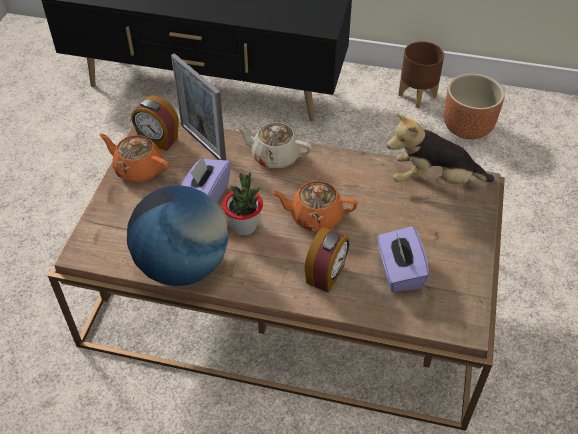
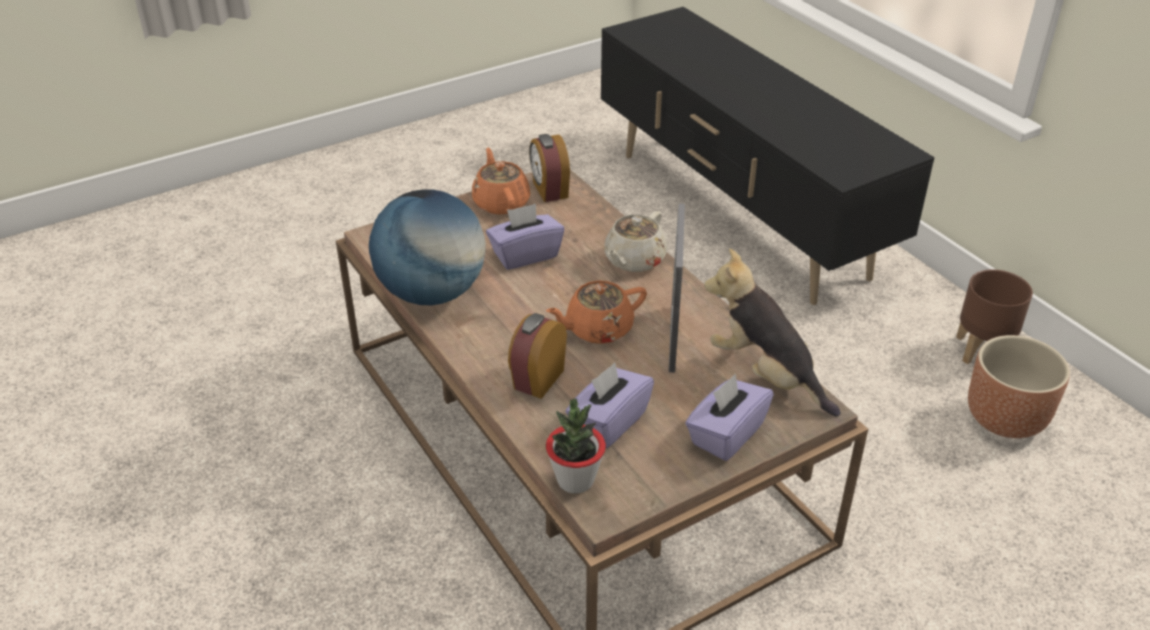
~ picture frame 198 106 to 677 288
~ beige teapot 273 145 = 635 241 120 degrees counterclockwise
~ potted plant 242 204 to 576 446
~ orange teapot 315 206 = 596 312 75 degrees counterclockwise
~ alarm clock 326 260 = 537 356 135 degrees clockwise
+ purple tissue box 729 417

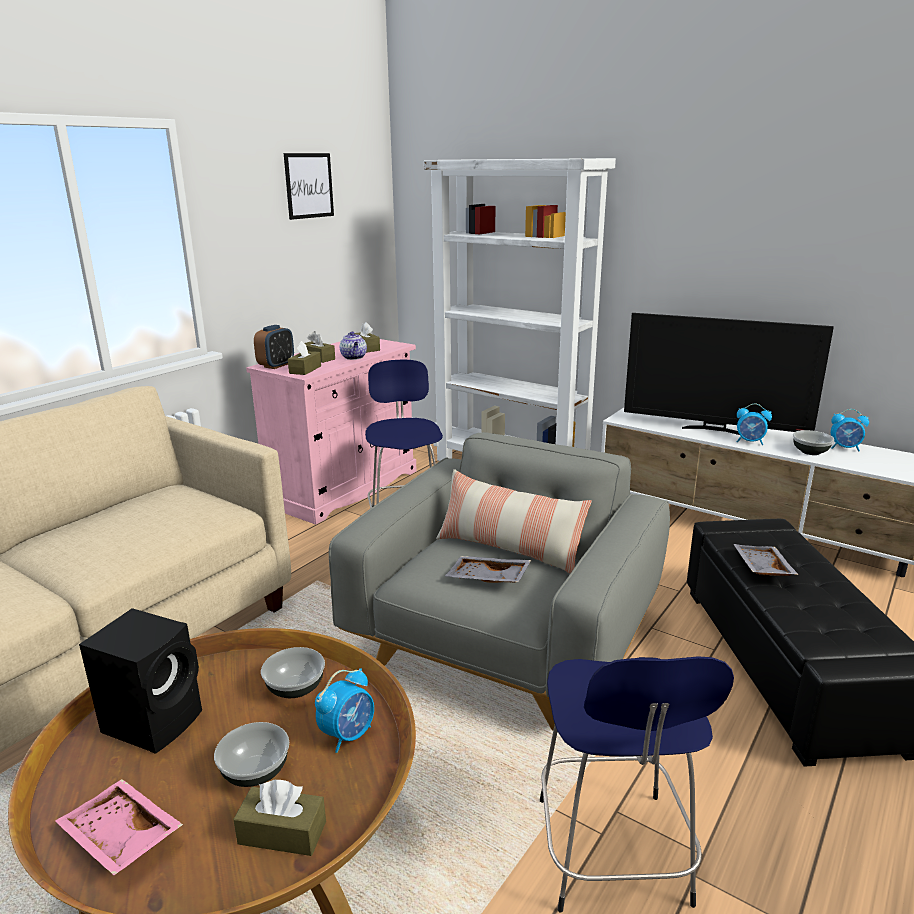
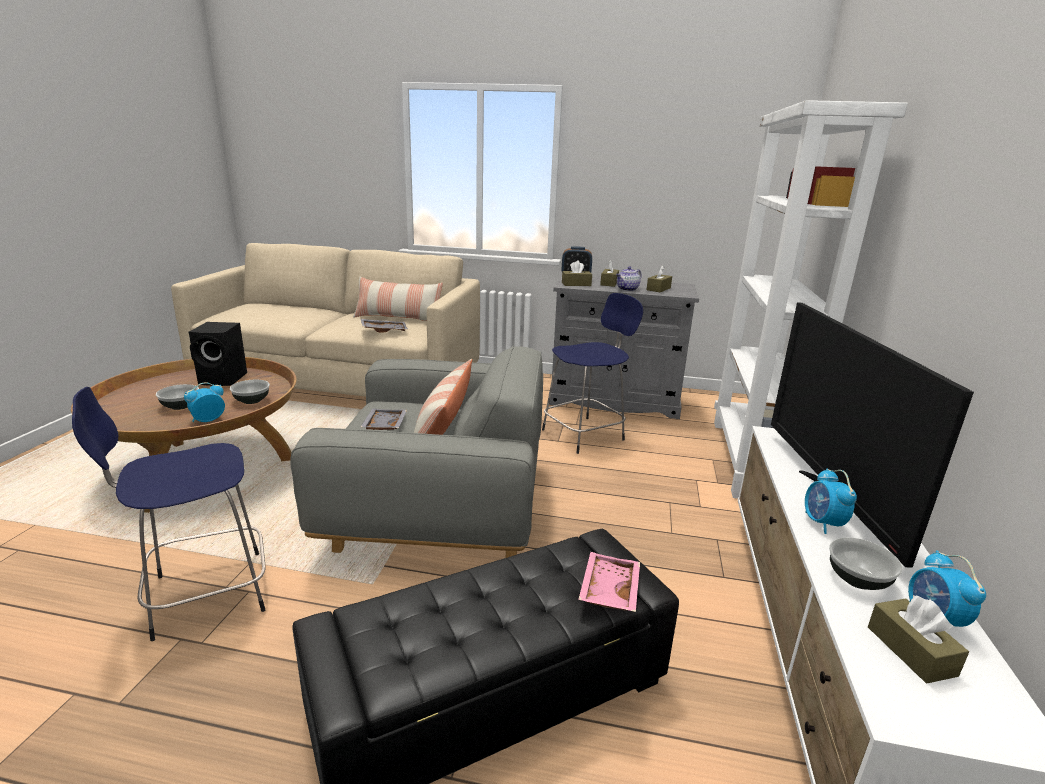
- picture 309 186
~ pink cabinet 331 431 to grey cabinet 624 348
~ grey tray 766 560 to 384 325
~ alarm clock 344 710 = 204 402 120 degrees clockwise
~ pink tray 119 827 to 609 582
~ brown tissue box 279 818 to 918 639
+ pillow 398 298

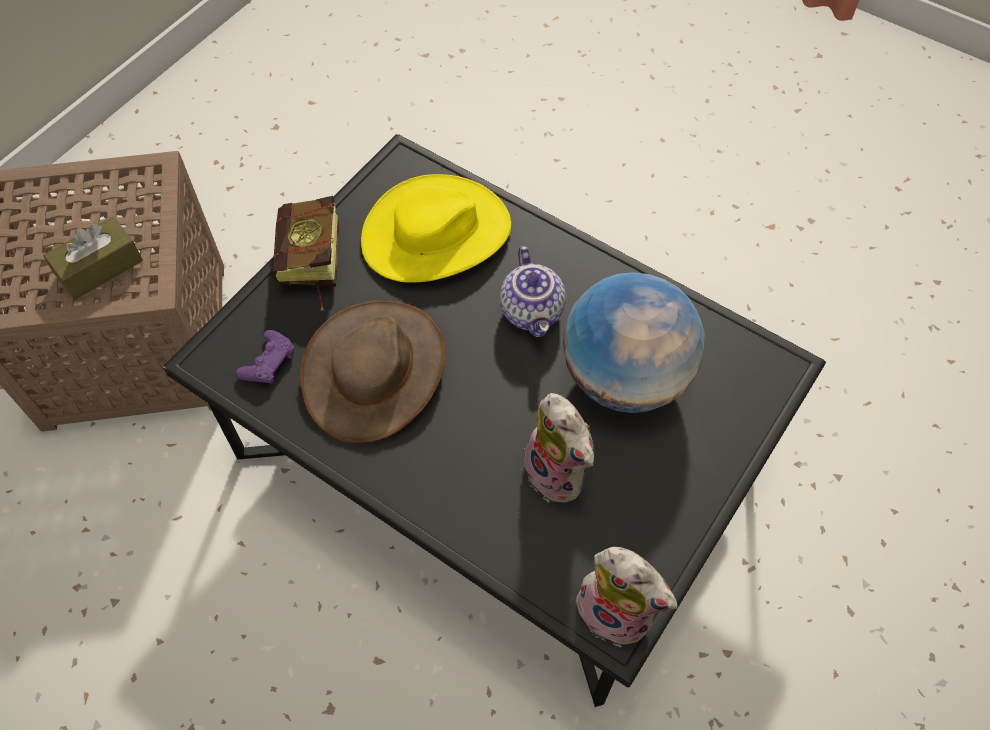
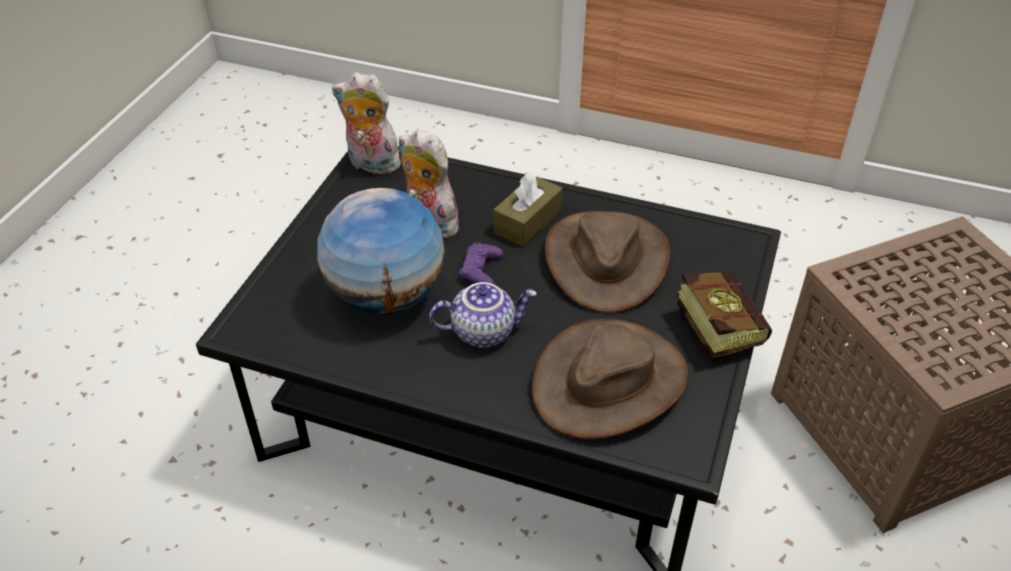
~ yellow hat 436 228 to brown hat 610 379
~ brown tissue box 93 258 to 528 209
~ teapot 533 291 = 483 315 105 degrees clockwise
~ purple game controller 265 357 to 481 263

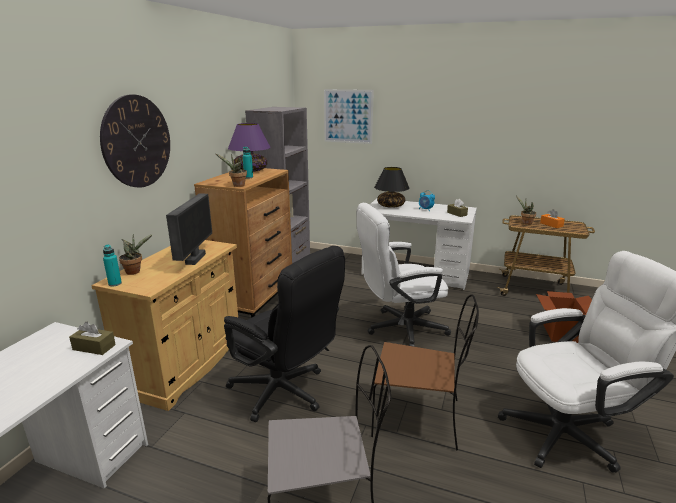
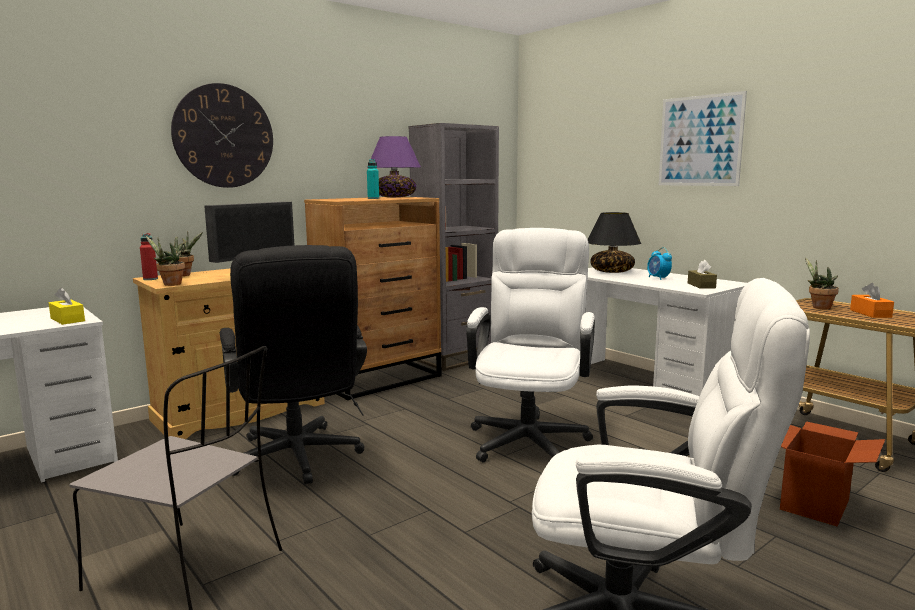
~ picture 349 116 to 703 138
~ potted plant 231 170 to 165 261
~ white office chair 403 275 = 530 345 90 degrees clockwise
~ turquoise bottle 112 265 to red bottle 149 256
- brown chair 425 372
~ brown tissue box 92 338 to yellow tissue box 67 306

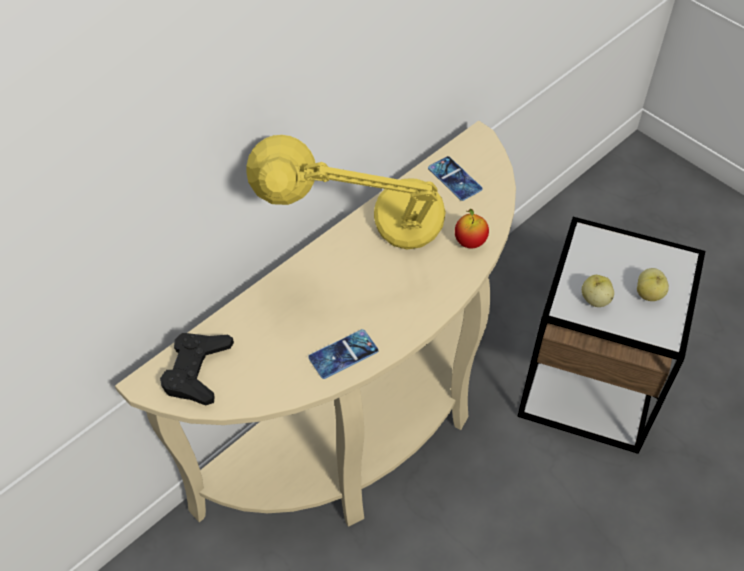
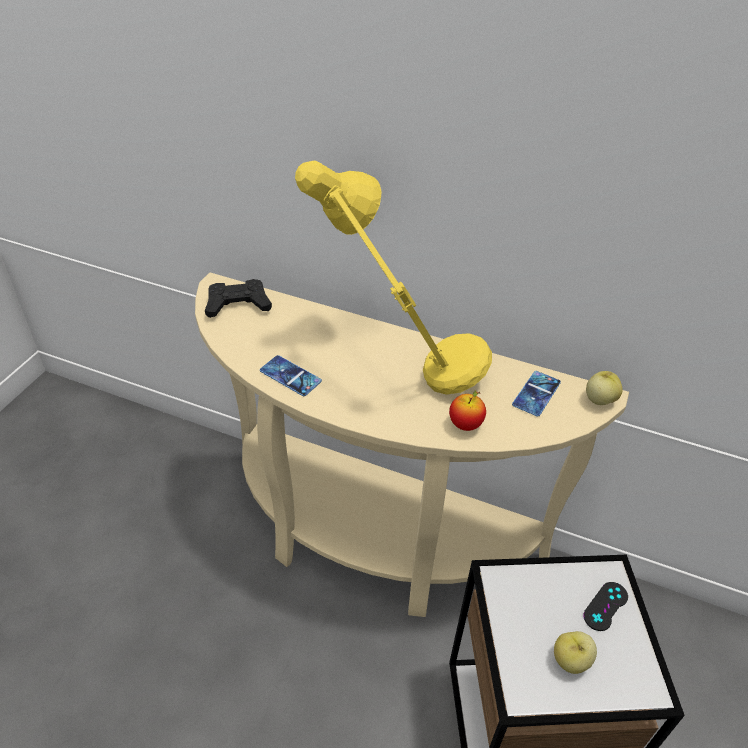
~ apple 598 291 to 604 388
+ black game controller 605 606

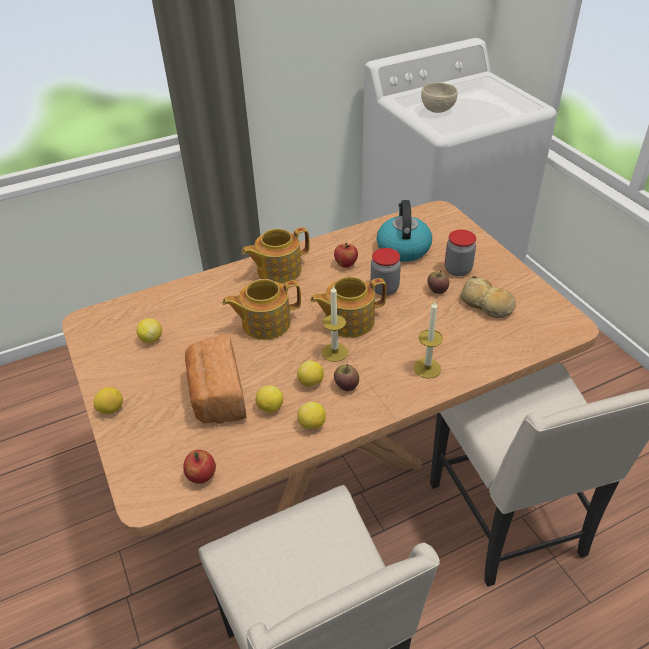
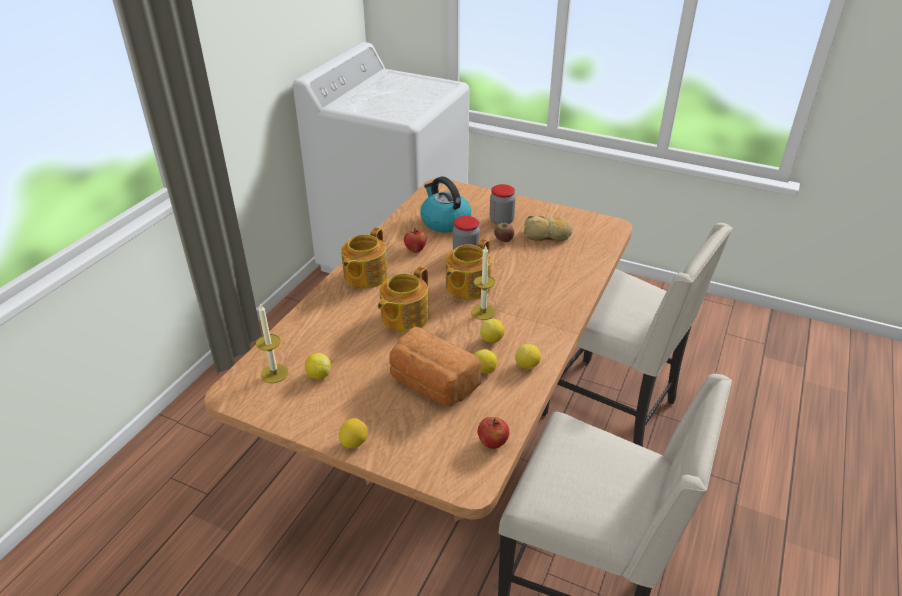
- beige bowl 439 97
~ candle 428 340 to 272 343
- apple 346 377

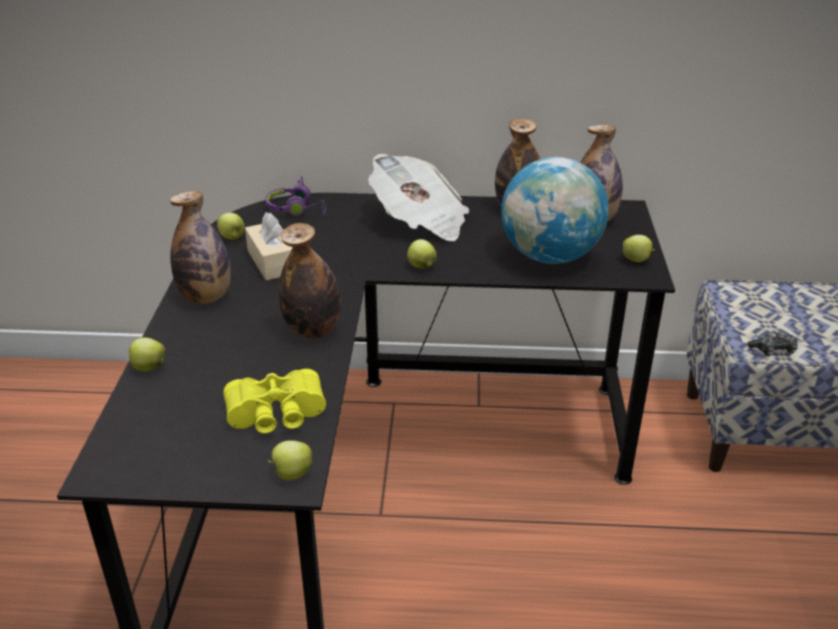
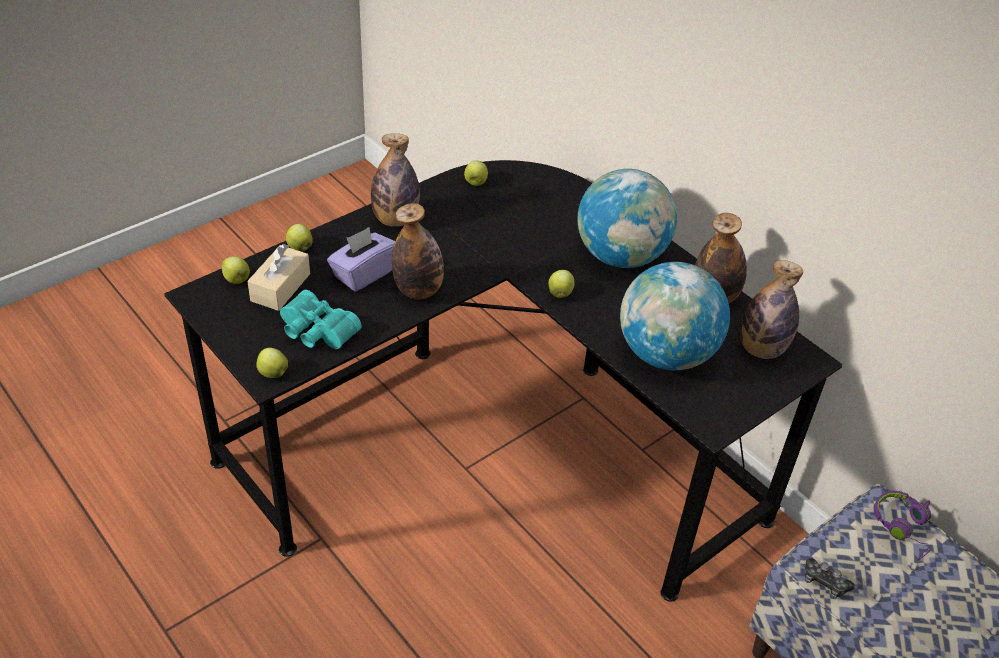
~ newspaper 418 197 to globe 627 218
~ purple headphones 295 196 to 903 525
~ beige tissue box 268 246 to 278 277
~ apple 639 248 to 236 270
~ yellow binoculars 274 401 to turquoise binoculars 321 319
+ purple tissue box 361 259

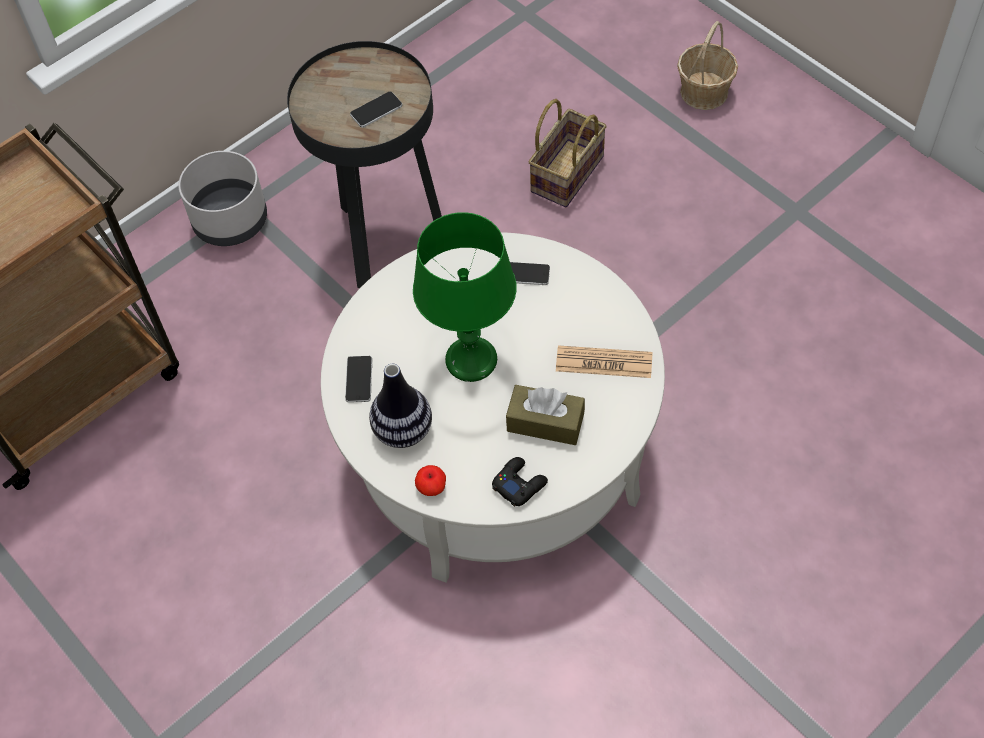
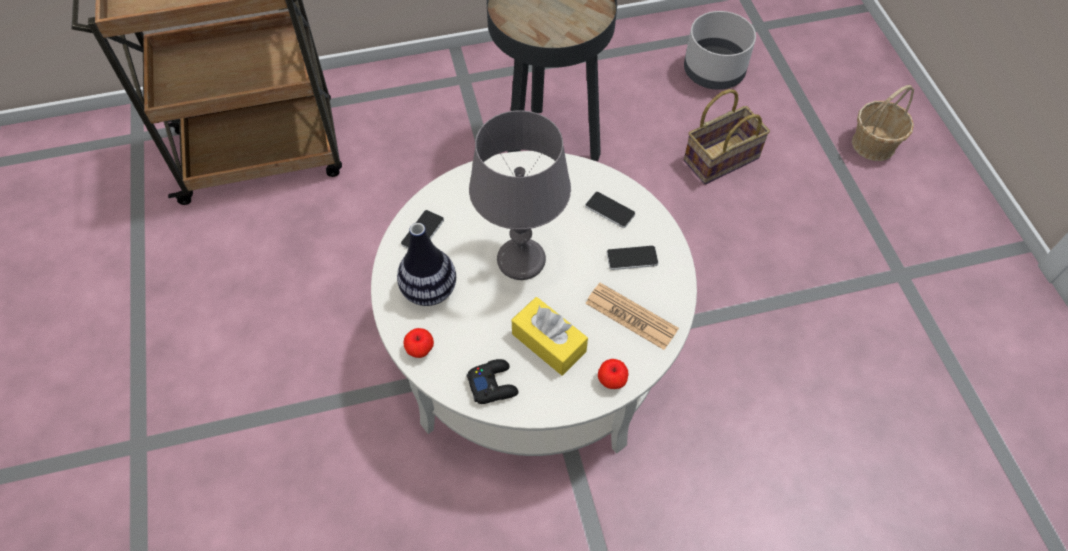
~ phone 376 110 to 632 258
~ grey planter 222 198 to 720 50
~ green table lamp 465 297 to grey table lamp 520 195
~ brown tissue box 545 415 to yellow tissue box 550 336
+ apple 613 374

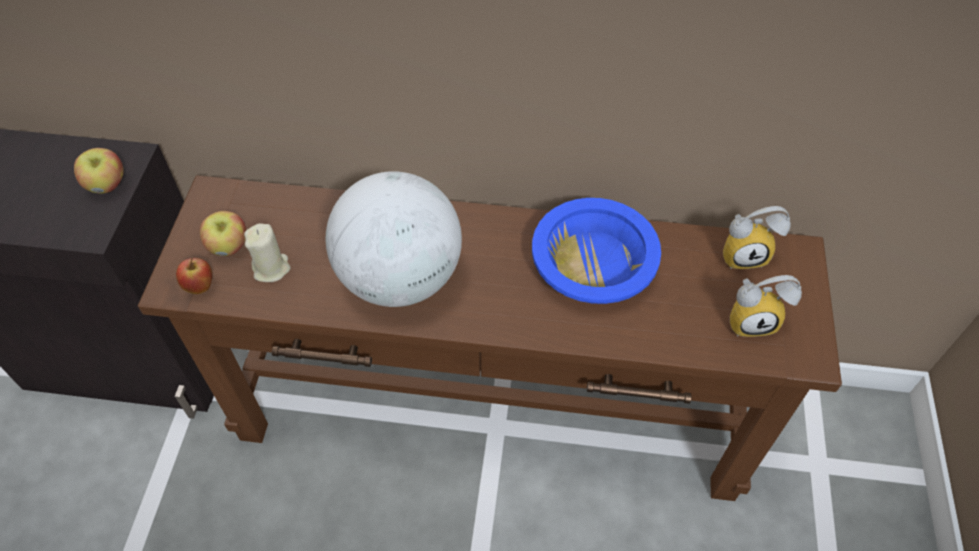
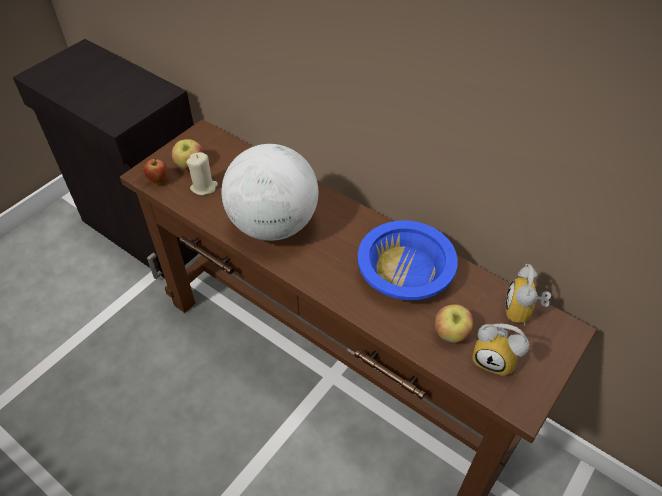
~ apple 99 171 to 454 323
~ alarm clock 757 237 = 528 295 75 degrees clockwise

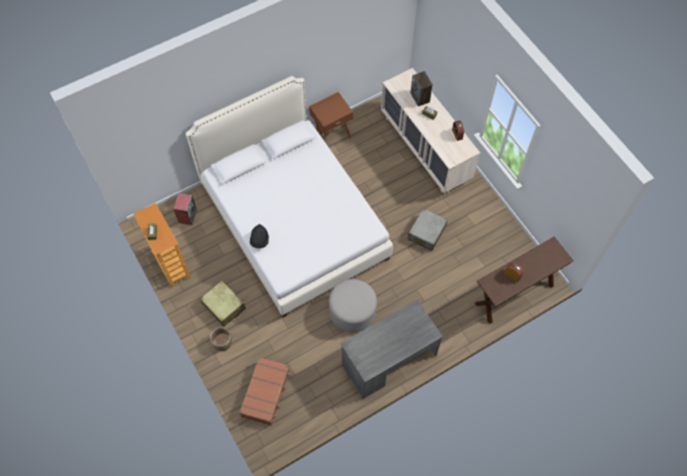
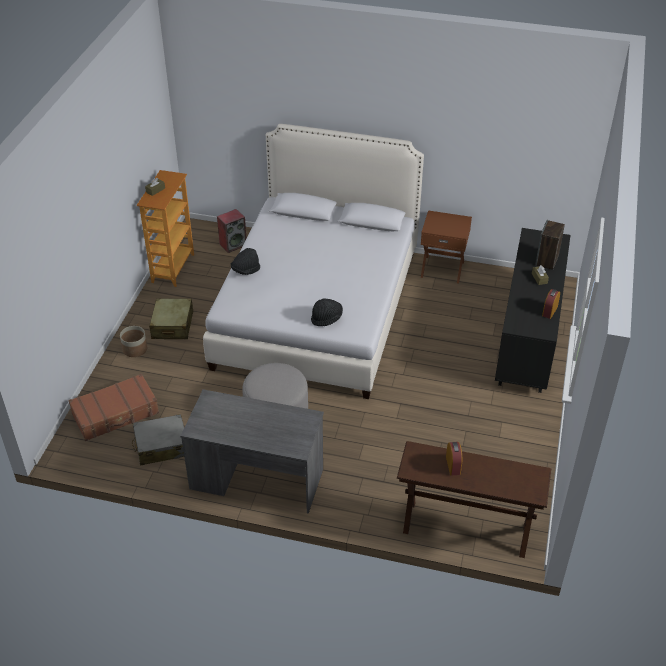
~ beige dresser 430 130 to black dresser 532 310
~ grey suitcase 428 229 to 158 439
+ black hat 327 312

